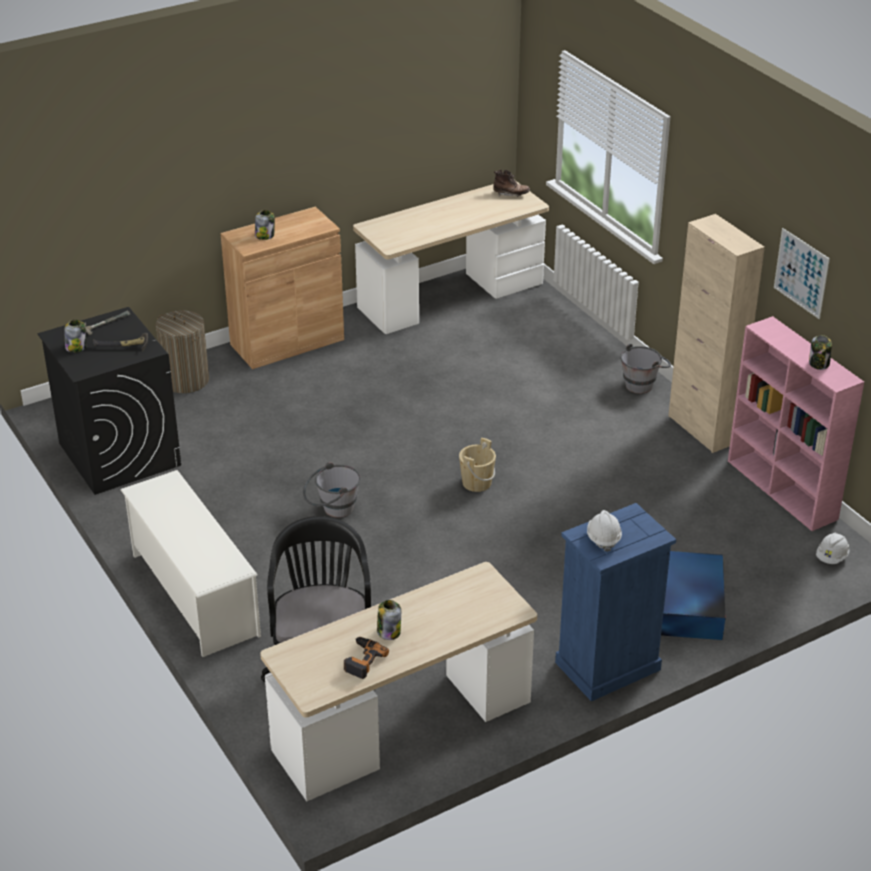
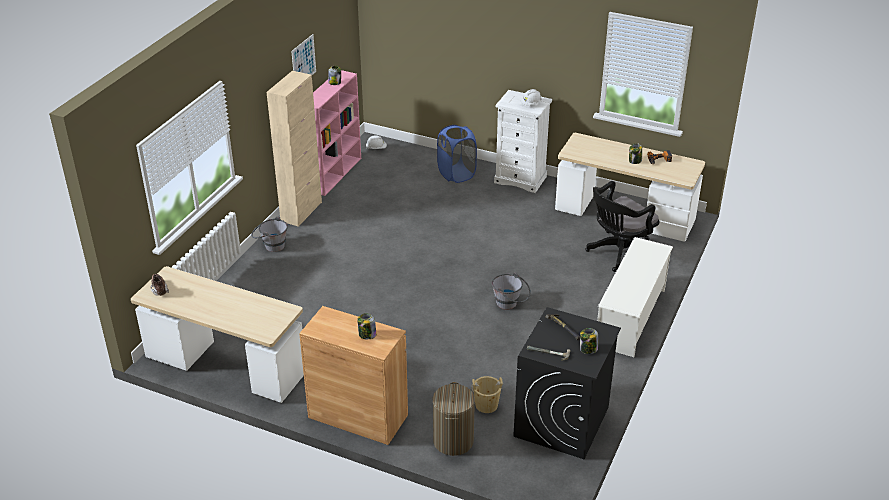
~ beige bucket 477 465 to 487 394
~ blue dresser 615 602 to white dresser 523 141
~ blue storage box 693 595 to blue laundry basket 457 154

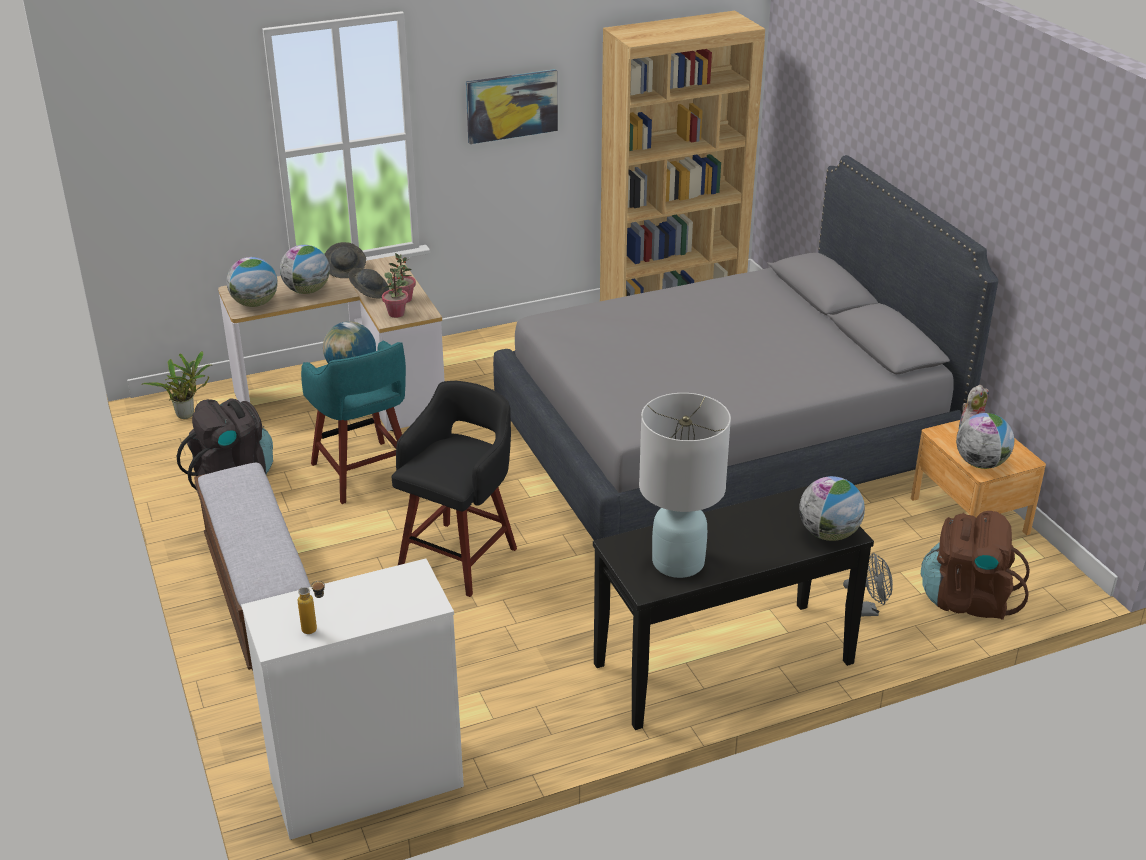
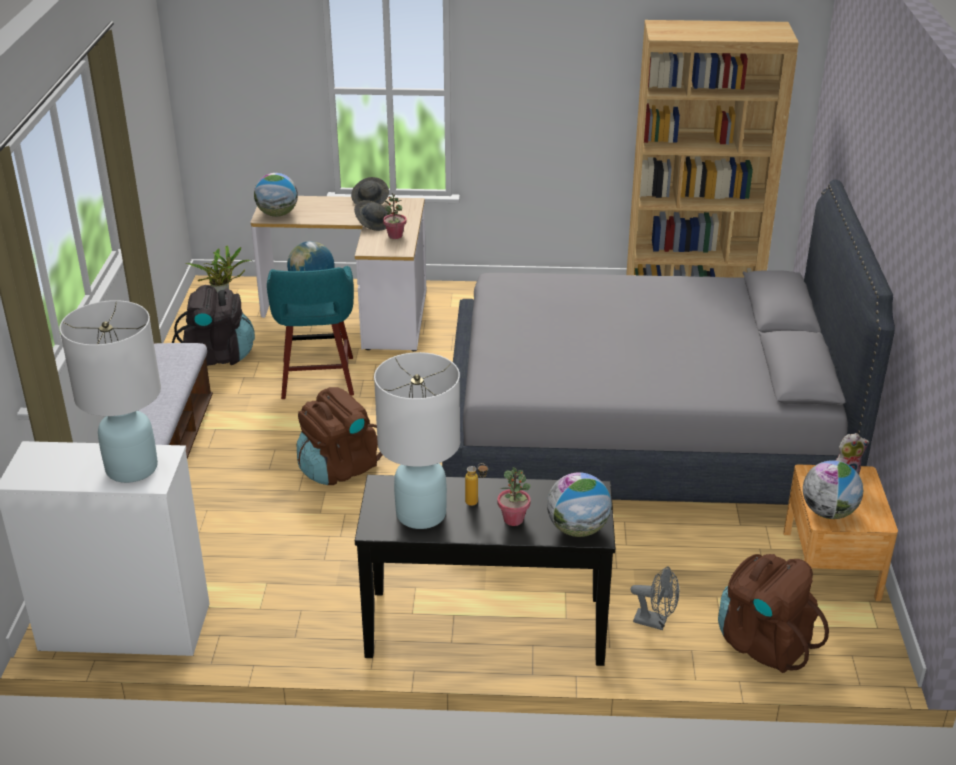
- picture 512 106
- globe 305 269
~ potted plant 395 293 to 514 496
~ black stool 454 489 to brown backpack 340 436
~ bottle 311 607 to 476 484
+ white table lamp 110 391

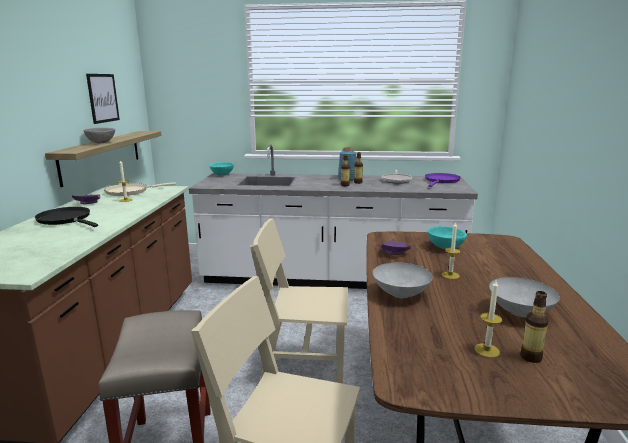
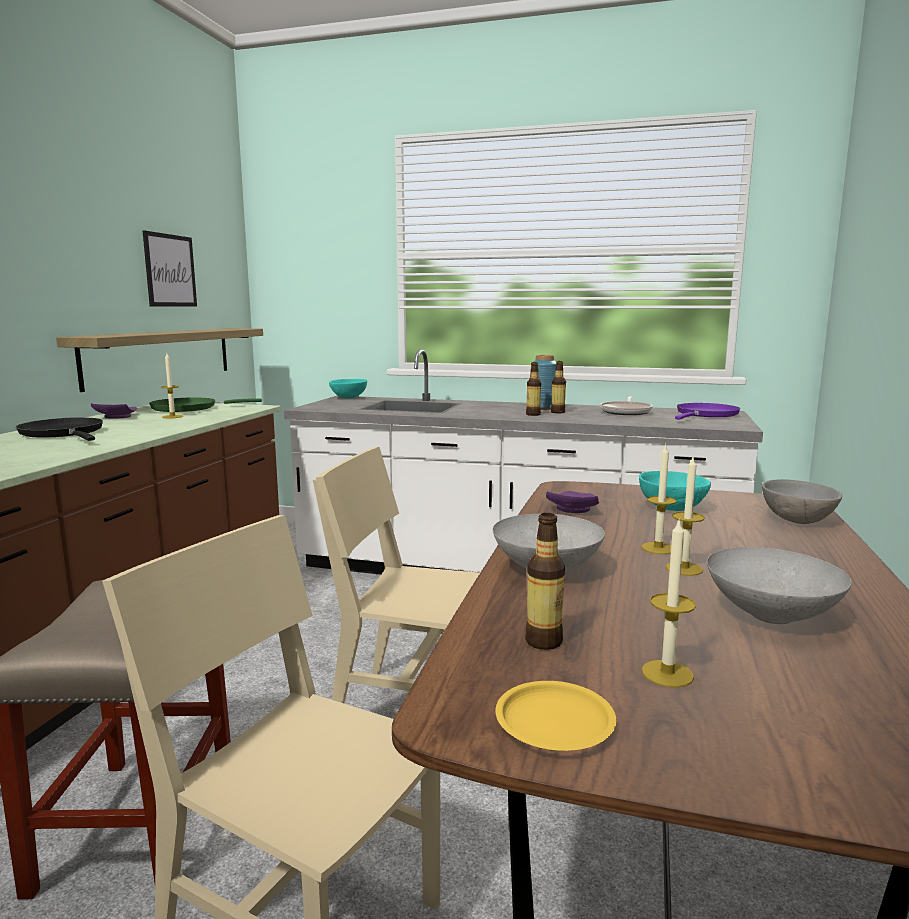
~ grey bowl 99 135 to 802 501
~ beige frying pan 140 189 to green frying pan 205 404
~ bottle 534 327 to 545 581
+ candle 685 516
+ yellow plate 555 716

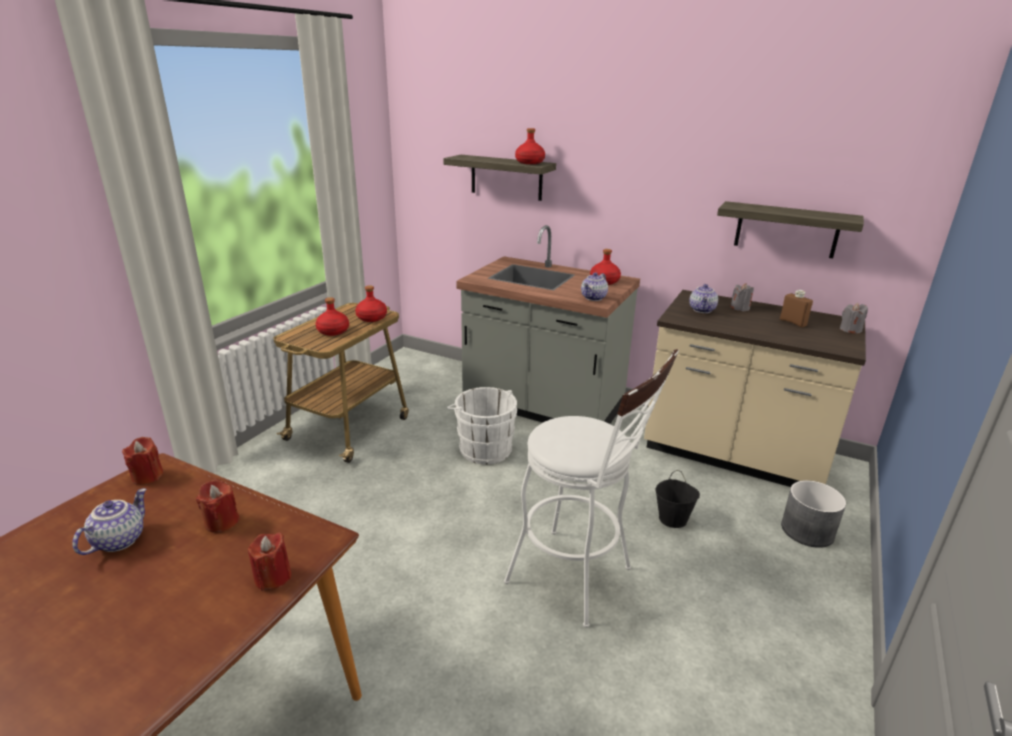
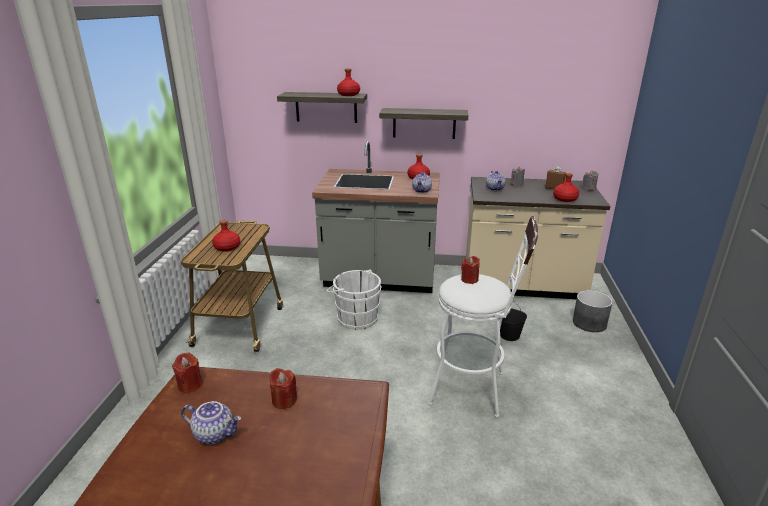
~ shelf 790 229 to 423 123
~ red bottle 371 303 to 566 187
~ teapot 109 521 = 211 422 105 degrees clockwise
~ red candle 269 562 to 470 270

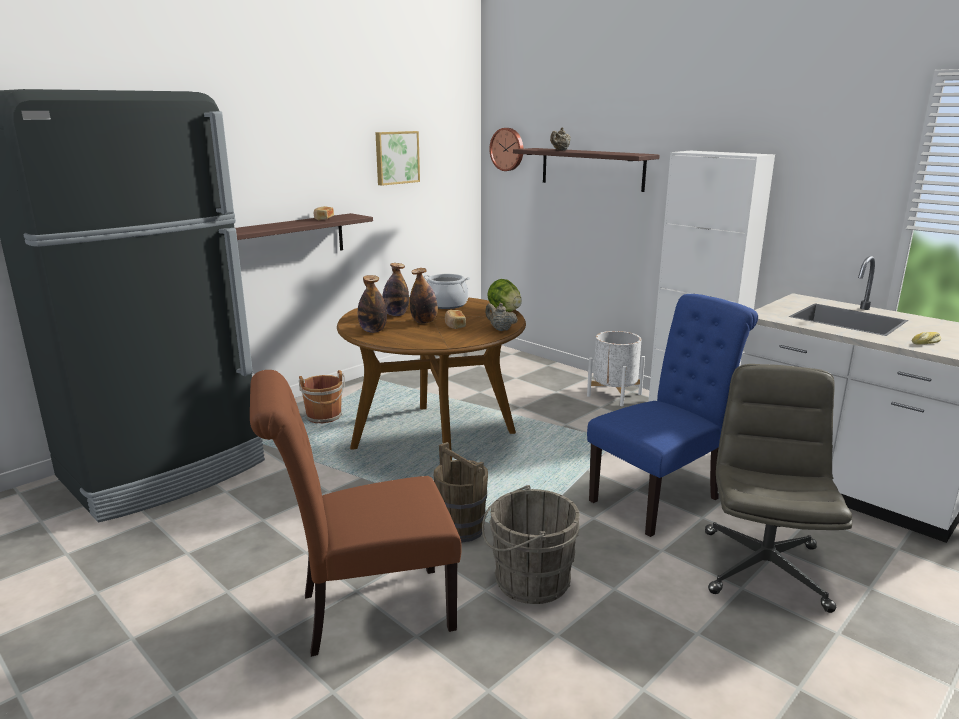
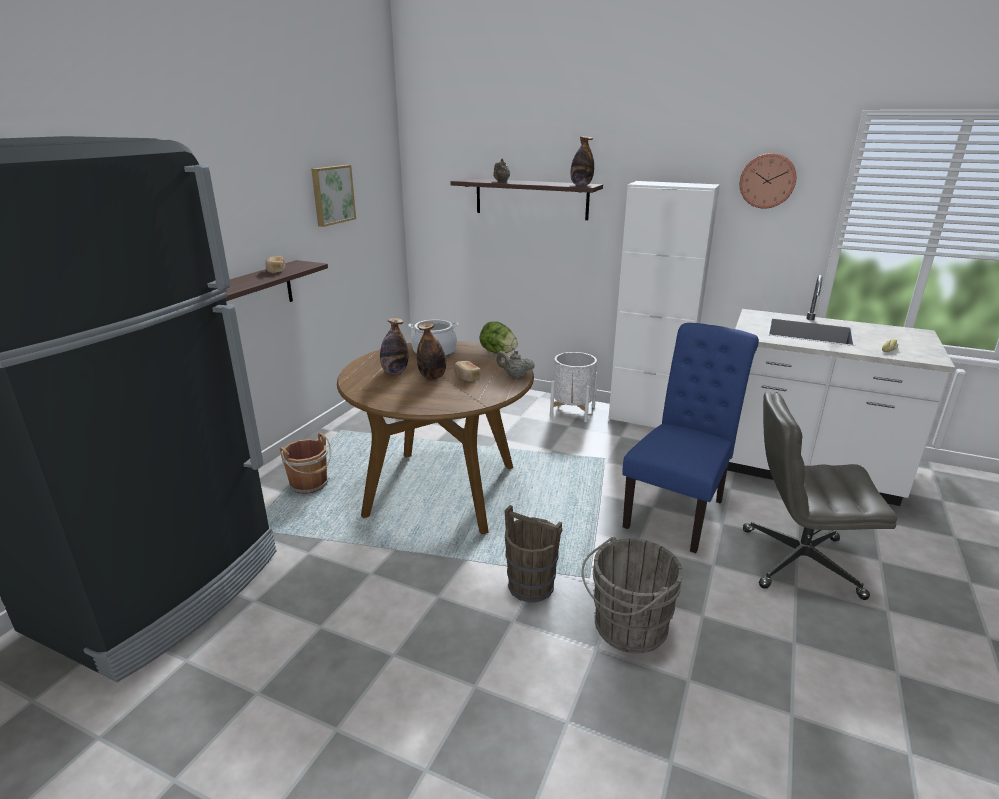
~ wall clock 506 149 to 768 181
~ bottle 372 304 to 582 161
~ grey office chair 778 488 = 820 496 75 degrees counterclockwise
- brown chair 356 513

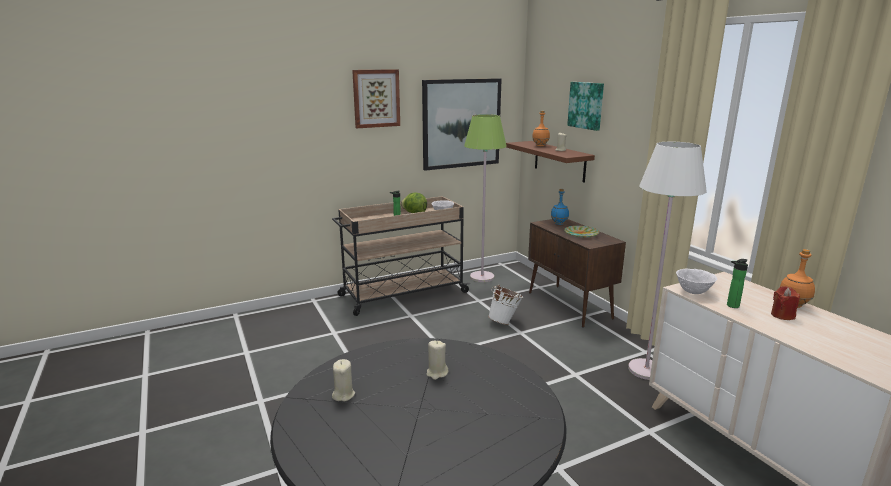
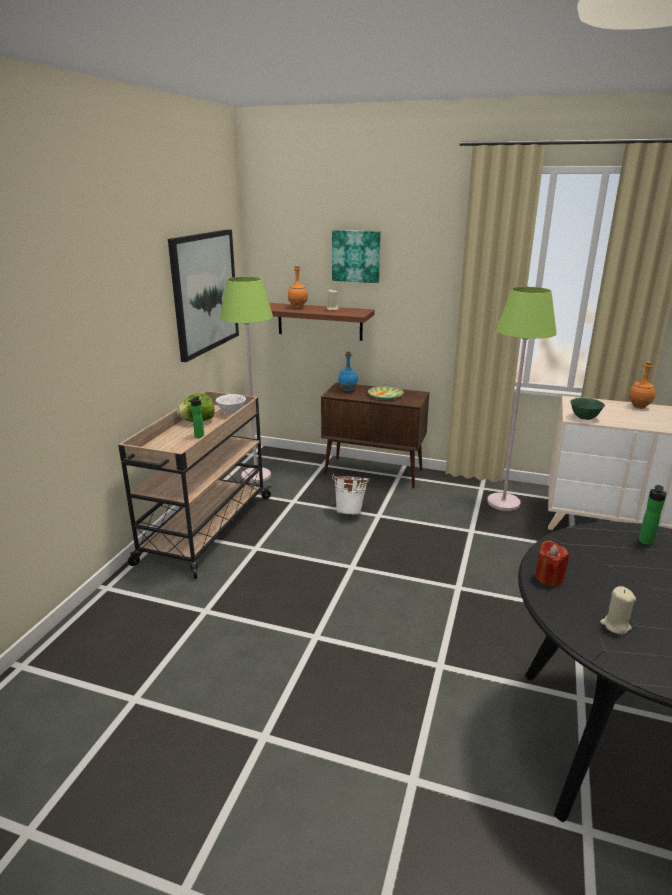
- picture 376 98
~ white floor lamp 667 261 to green floor lamp 522 399
~ bottle 737 283 to 653 515
~ white bowl 696 281 to green bowl 587 409
~ red candle 785 303 to 552 563
- beige candle 438 360

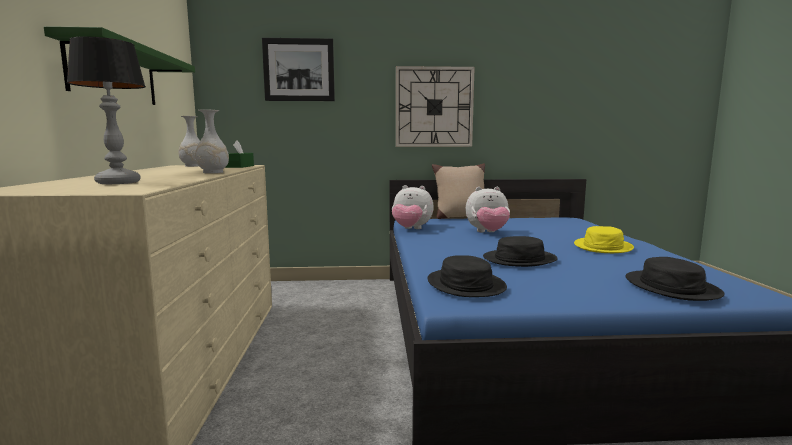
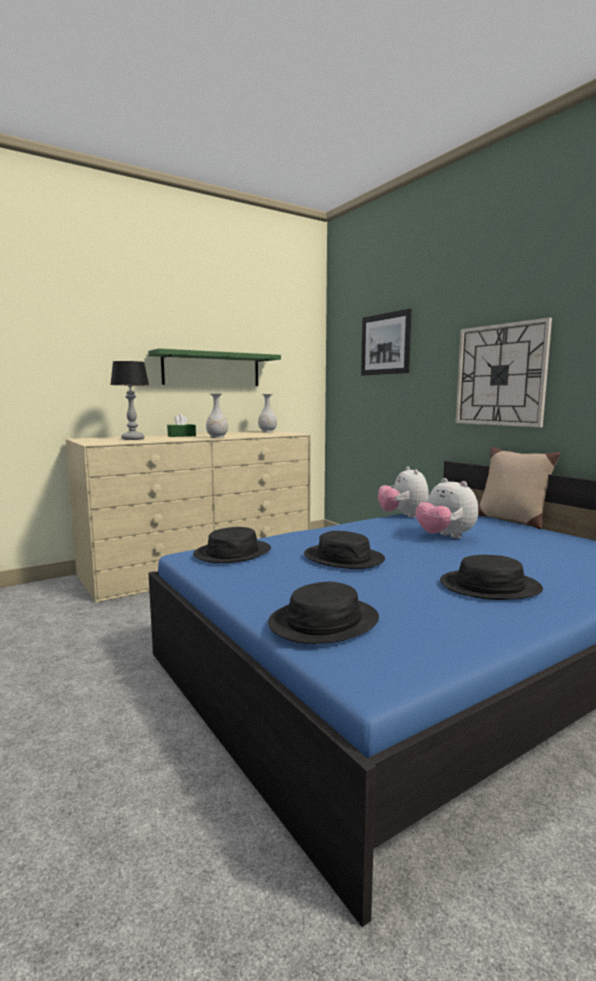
~ green tissue box 240 154 to 181 425
~ yellow hat 604 239 to black hat 491 577

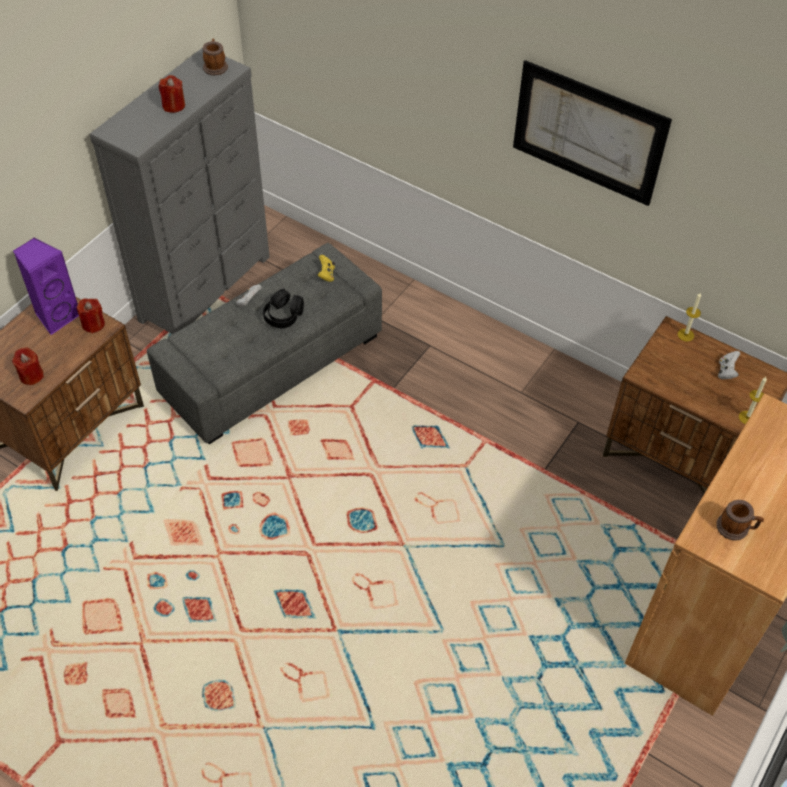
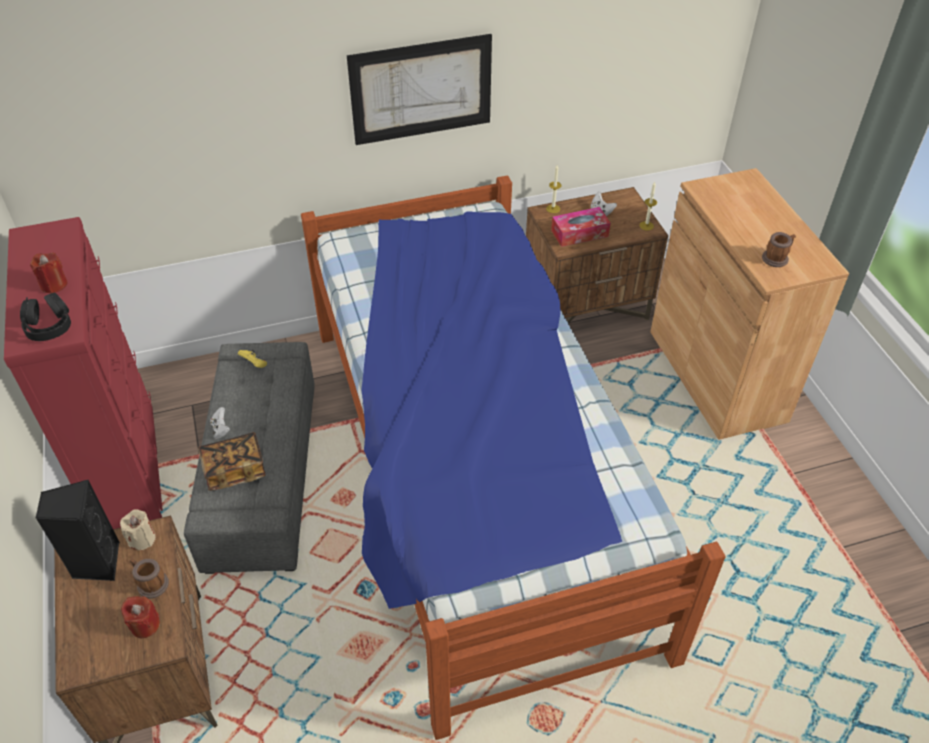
~ mug 215 57 to 149 579
~ grey dresser 180 191 to red dresser 83 373
~ purple speaker 46 286 to black speaker 78 530
~ black headphones 283 308 to 45 316
~ red candle 91 315 to beige candle 138 529
+ bed 513 457
+ tissue box 581 227
+ book 232 461

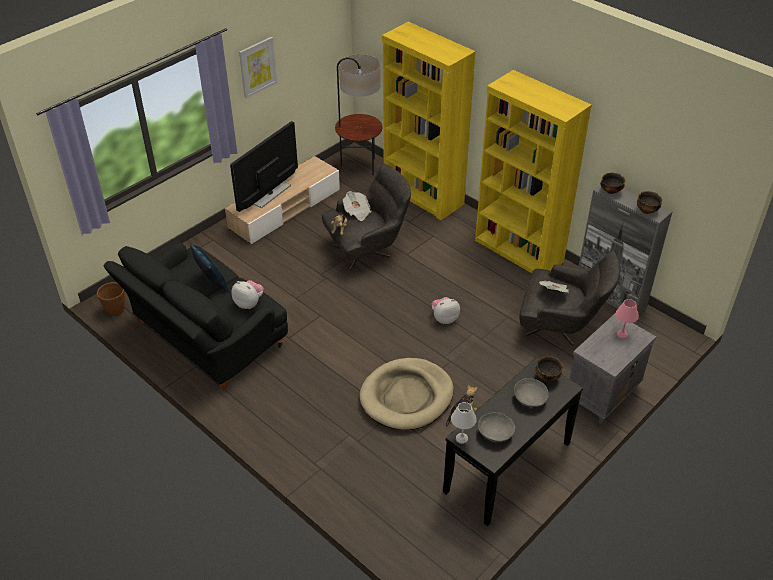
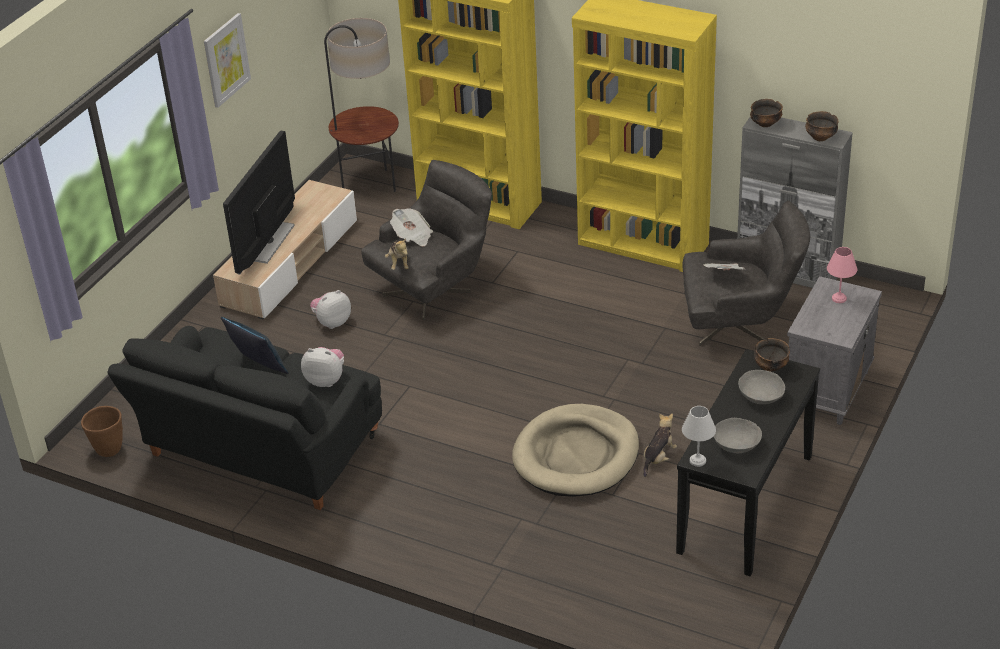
~ plush toy 446 310 to 330 309

